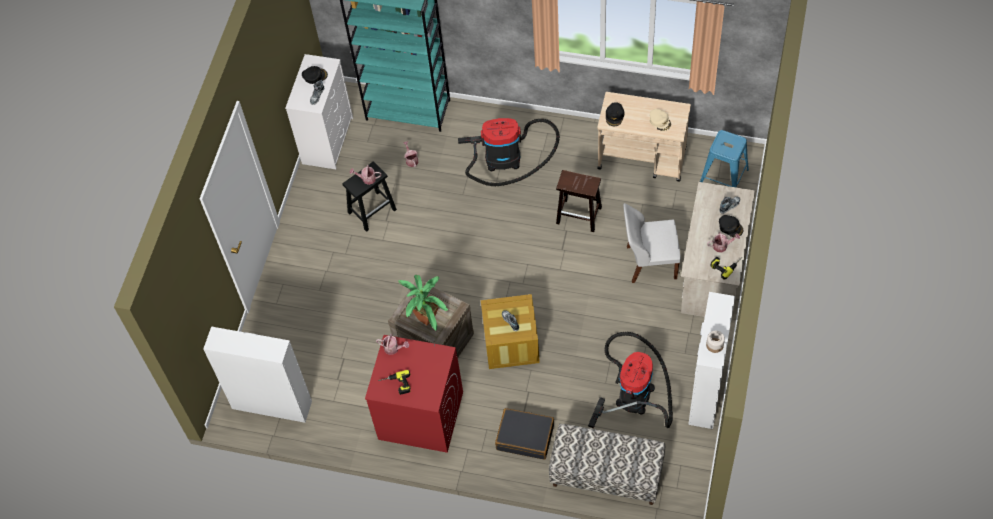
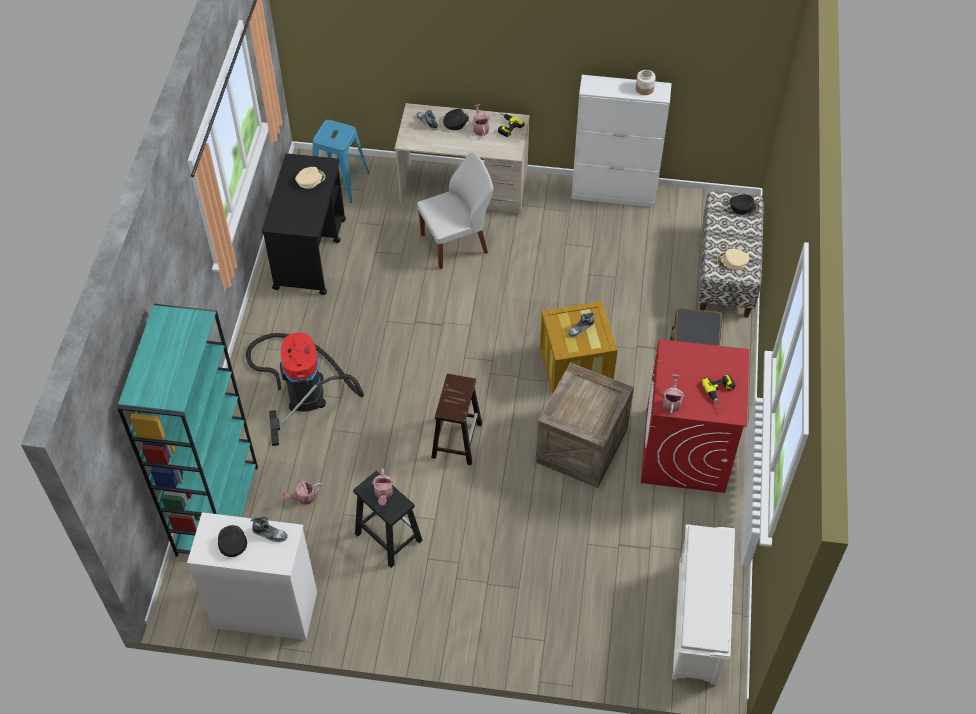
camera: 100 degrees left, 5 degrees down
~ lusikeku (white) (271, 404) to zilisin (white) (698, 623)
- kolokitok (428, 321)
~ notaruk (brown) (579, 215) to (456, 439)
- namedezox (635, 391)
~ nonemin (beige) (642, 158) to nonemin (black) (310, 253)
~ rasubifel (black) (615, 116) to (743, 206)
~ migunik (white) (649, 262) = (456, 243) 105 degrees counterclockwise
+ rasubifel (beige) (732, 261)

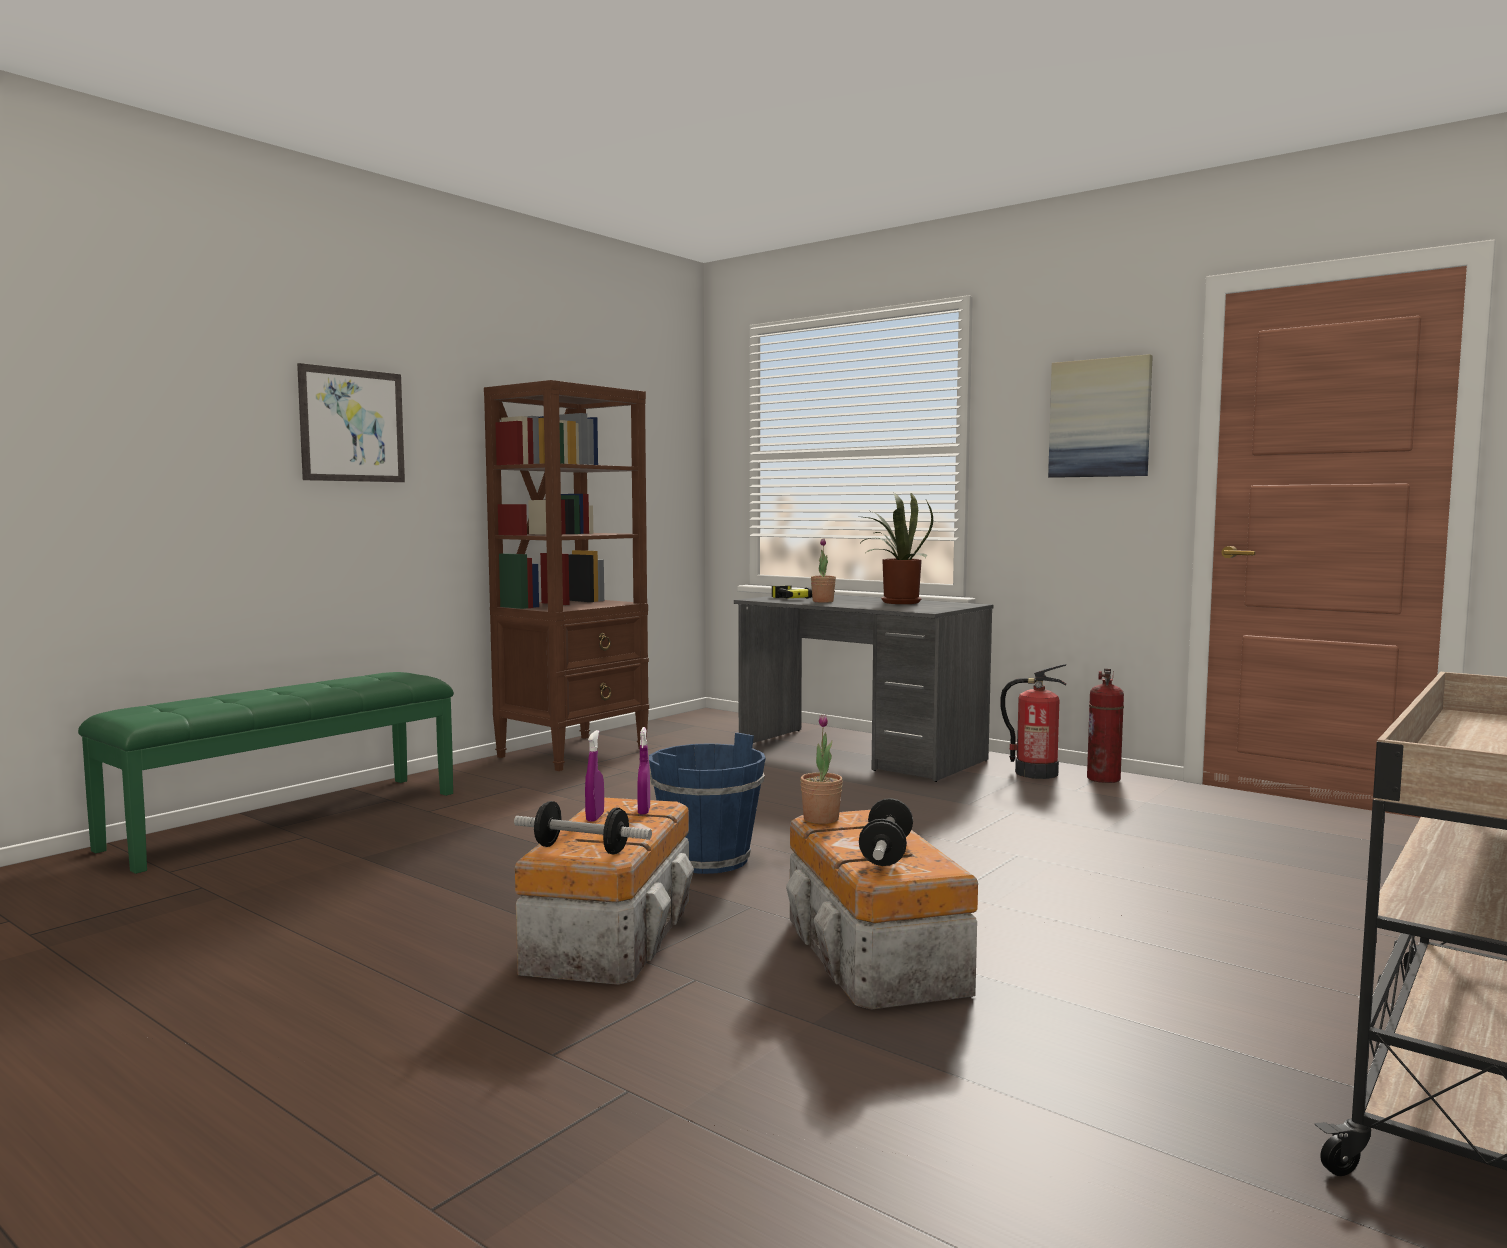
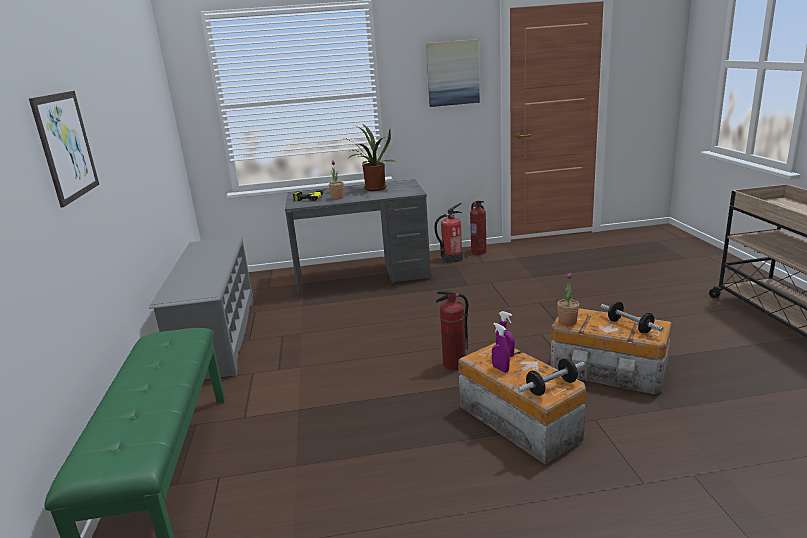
camera: 45 degrees left, 15 degrees up
~ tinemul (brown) (574, 752) to zilisin (grey) (218, 338)
~ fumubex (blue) (707, 859) to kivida (454, 364)

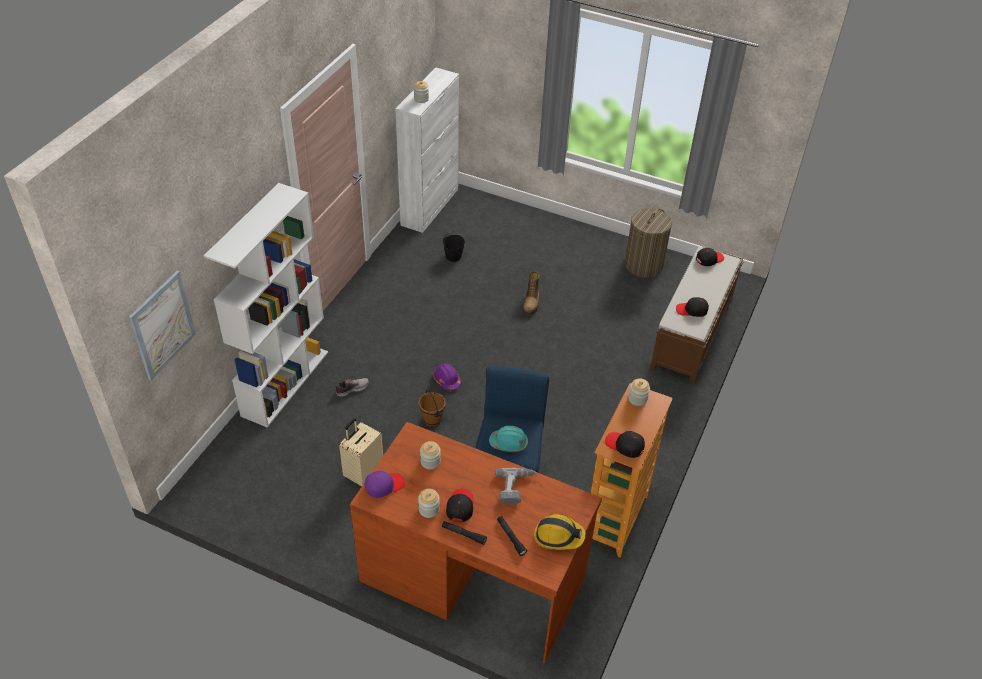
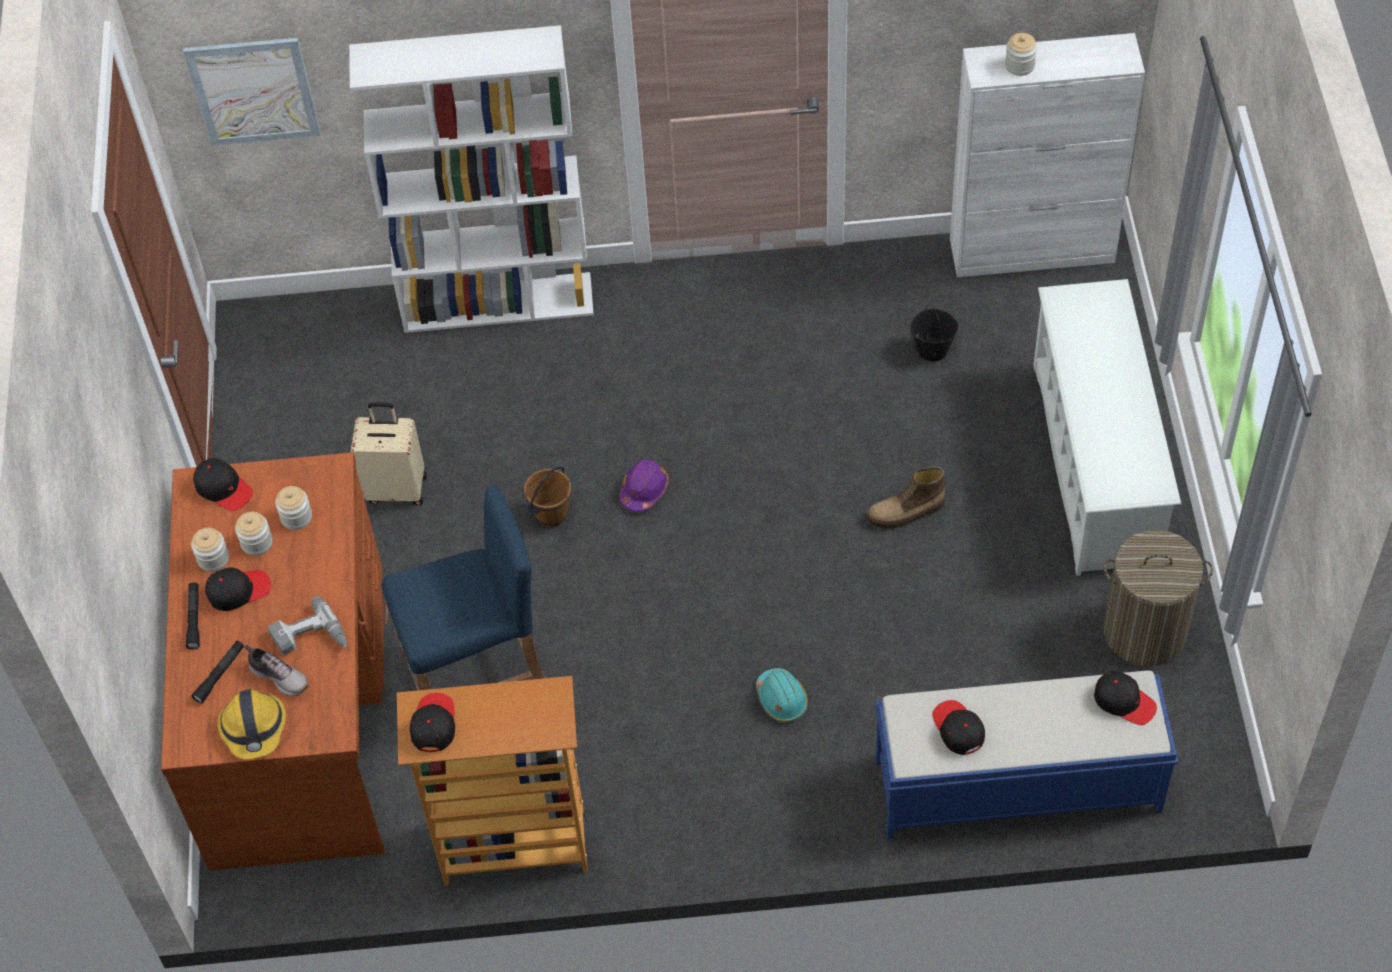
camera: 65 degrees right, 10 degrees up
~ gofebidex (352, 389) to (279, 676)
~ rasubifel (purple) (384, 485) to rasubifel (black) (223, 488)
~ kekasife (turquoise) (509, 443) to (781, 699)
~ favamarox (637, 399) to (257, 542)
~ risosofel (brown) (691, 334) to risosofel (blue) (1015, 784)
+ zilisin (white) (1095, 463)

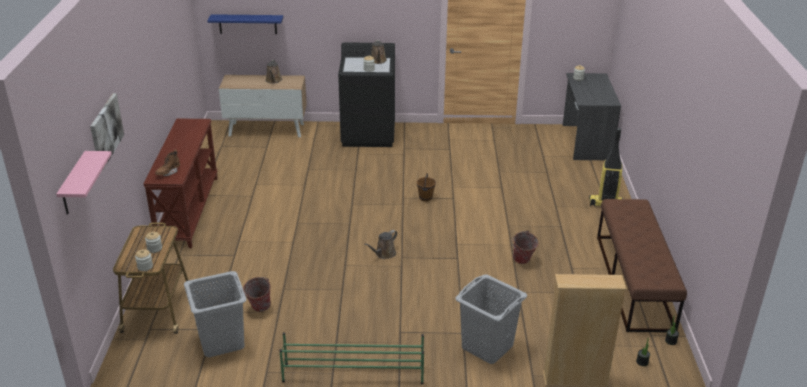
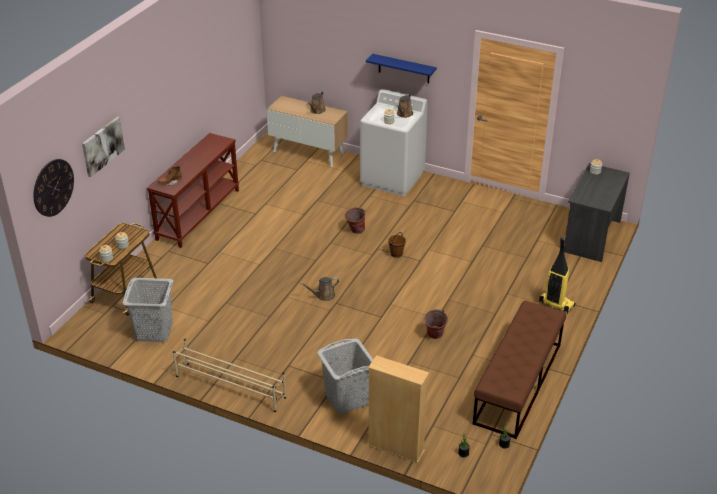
camera: 25 degrees right, 5 degrees up
~ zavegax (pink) (73, 184) to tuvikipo (53, 187)
~ zavegax (blue) (247, 24) to (404, 69)
~ fumubex (258, 309) to (355, 231)
~ zilisin (green) (352, 373) to zilisin (beige) (230, 386)
~ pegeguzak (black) (368, 134) to pegeguzak (white) (393, 178)

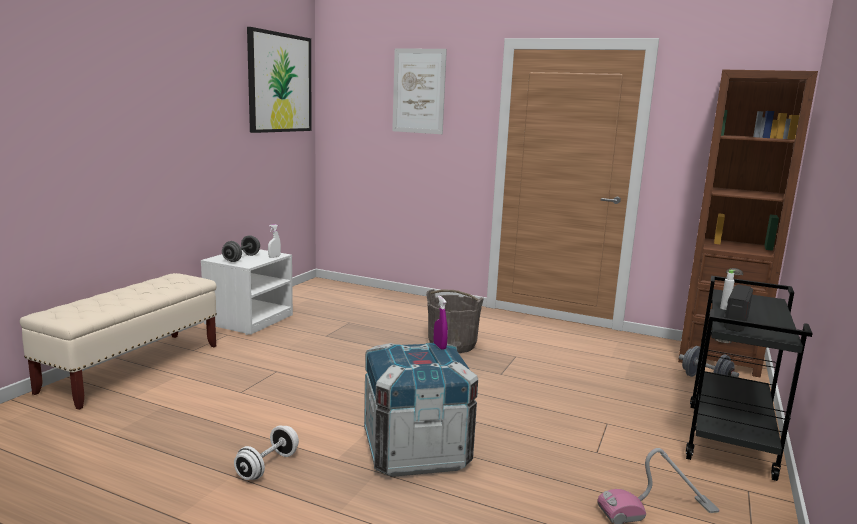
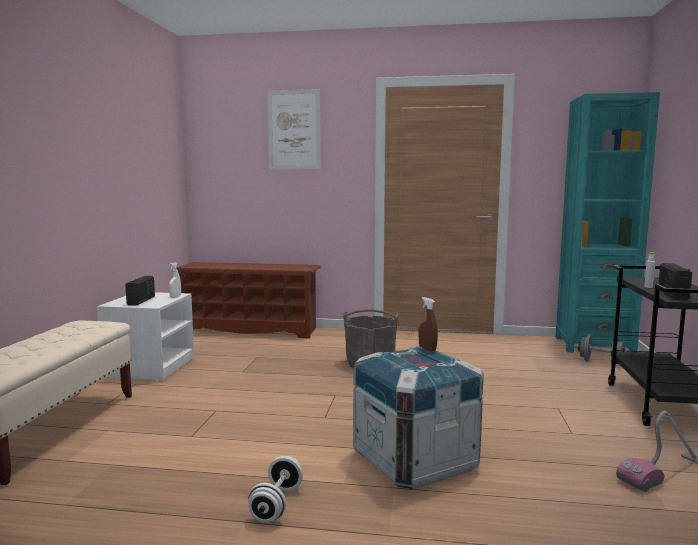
camera: 15 degrees left, 5 degrees down
~ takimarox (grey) (241, 258) to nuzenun (141, 301)
- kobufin (280, 83)
~ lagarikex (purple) (439, 346) to lagarikex (brown) (427, 349)
~ tinemul (brown) (718, 358) to tinemul (turquoise) (593, 345)
+ zilisin (brown) (250, 330)

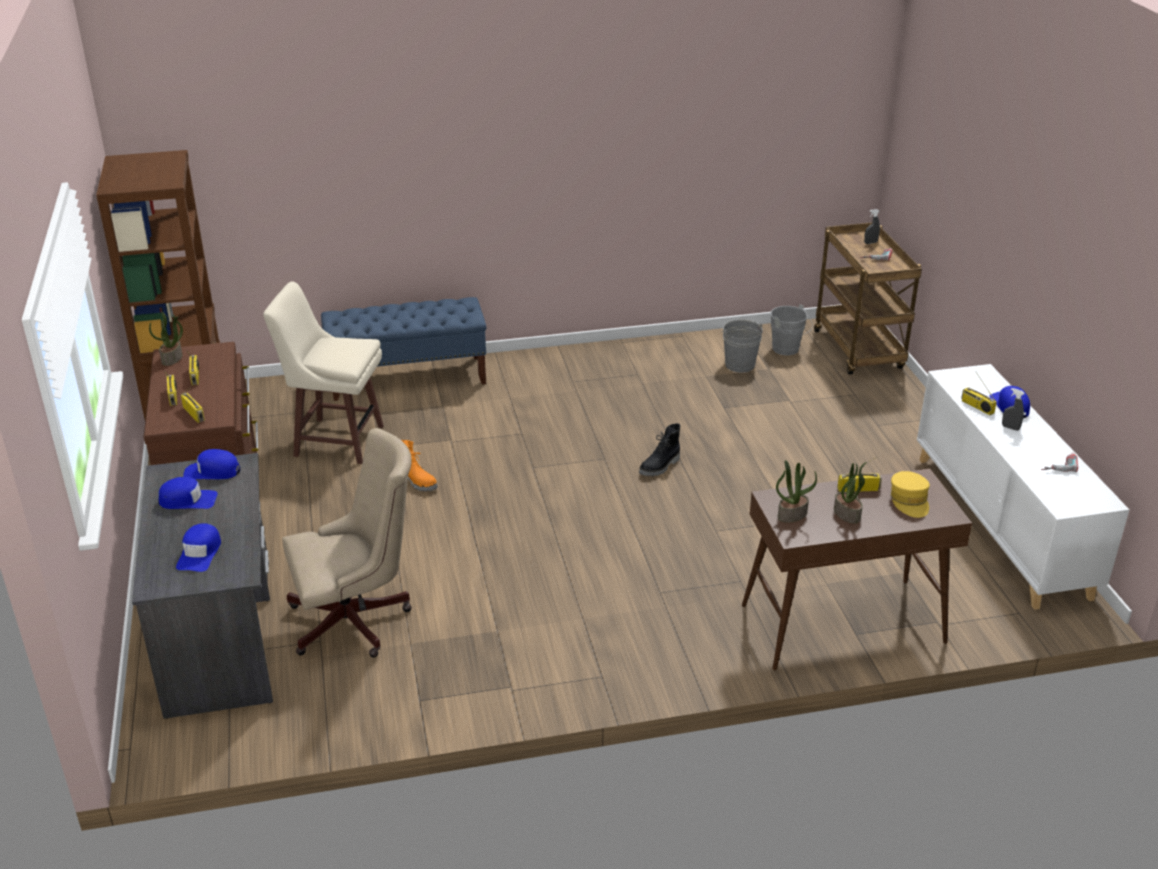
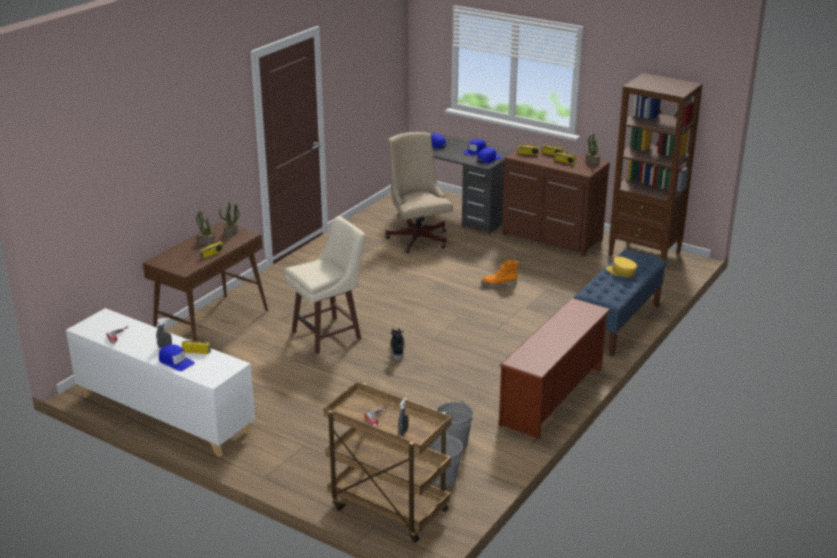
camera: 135 degrees right, 5 degrees down
~ notaruk (beige) (336, 440) to (328, 335)
~ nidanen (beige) (357, 620) = (417, 237) 135 degrees clockwise
~ rasubifel (yellow) (909, 501) to (621, 272)
+ zilisin (brown) (553, 397)

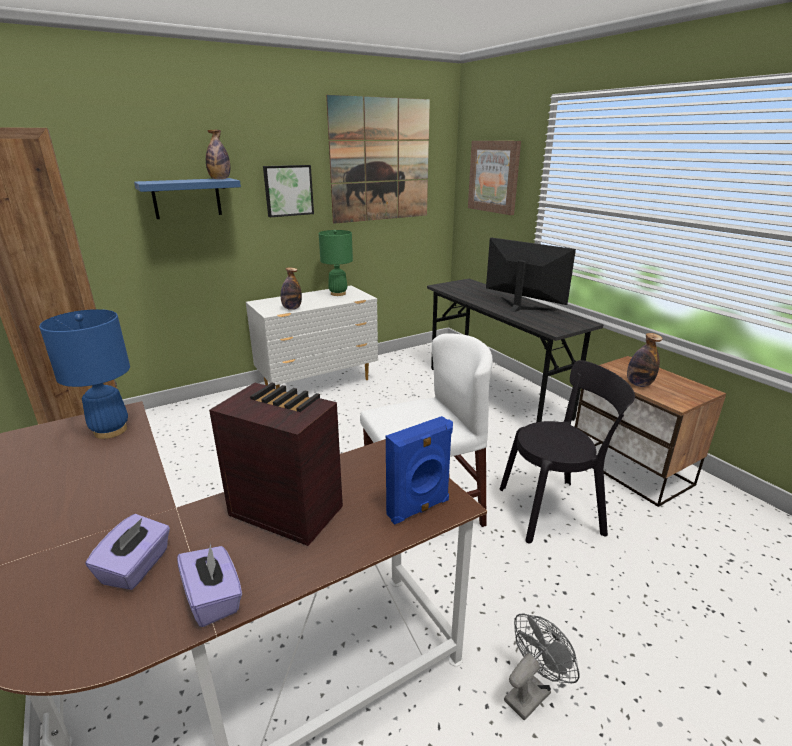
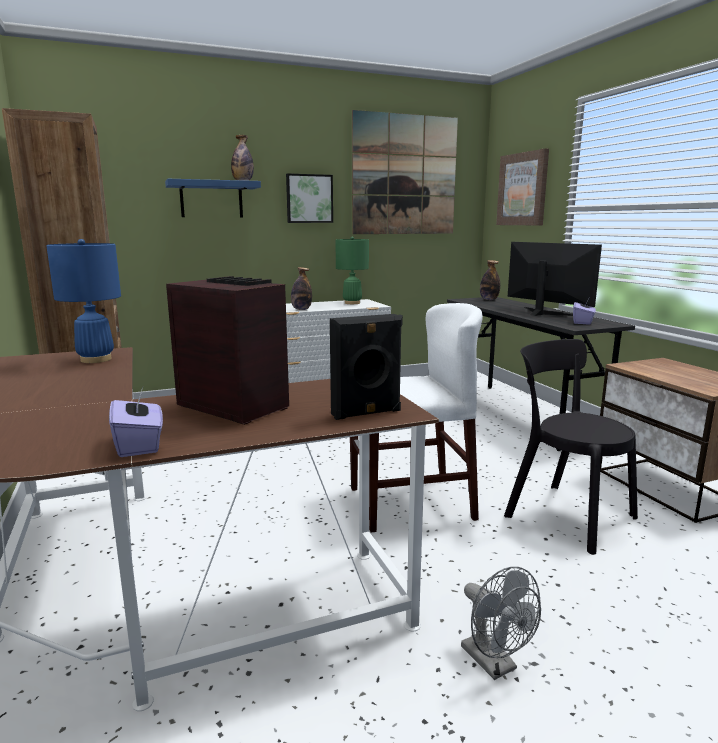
camera: 10 degrees right, 10 degrees down
~ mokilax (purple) (137, 567) to (582, 322)
~ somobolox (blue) (419, 509) to somobolox (black) (367, 413)
~ migunik (black) (555, 510) = (564, 514) 135 degrees counterclockwise
~ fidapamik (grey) (531, 691) = (495, 664) 90 degrees clockwise
~ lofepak (638, 384) to (489, 299)

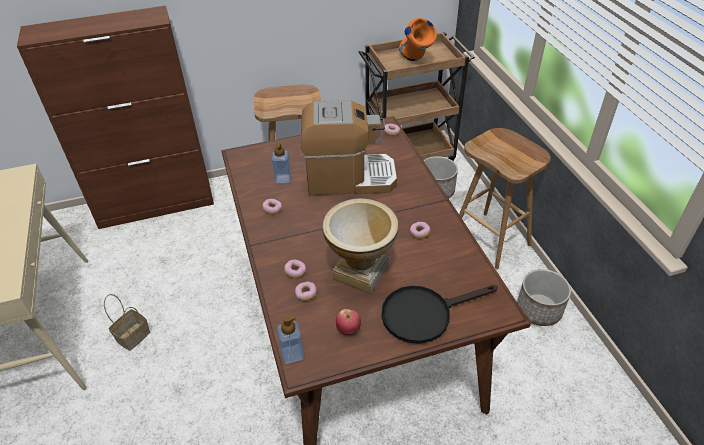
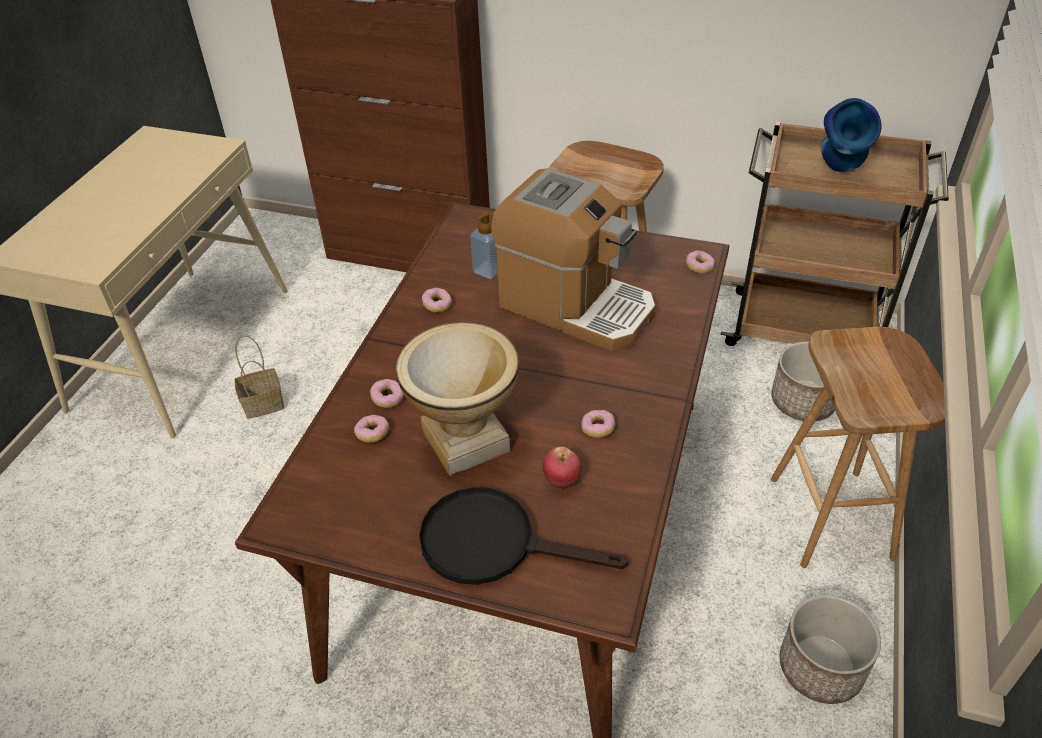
camera: 35 degrees right, 0 degrees up
- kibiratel (292, 354)
~ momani (348, 330) to (562, 481)
~ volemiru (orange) (415, 62) to volemiru (blue) (839, 174)

